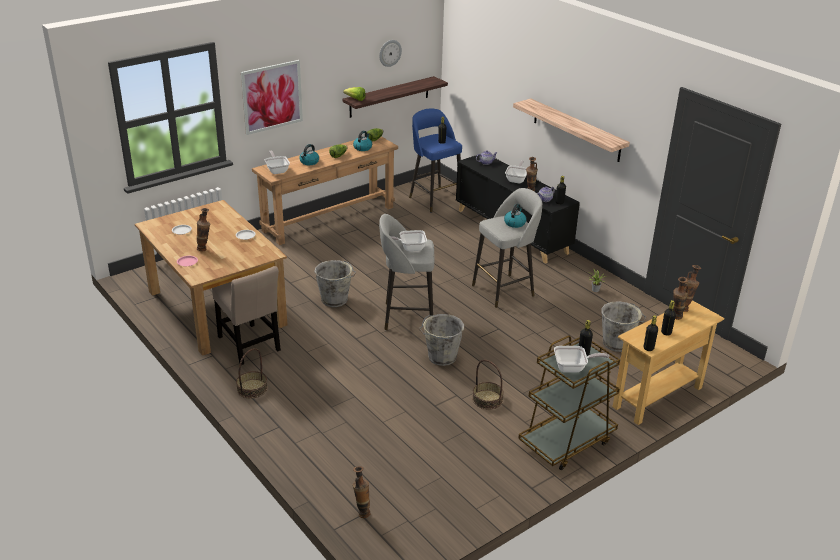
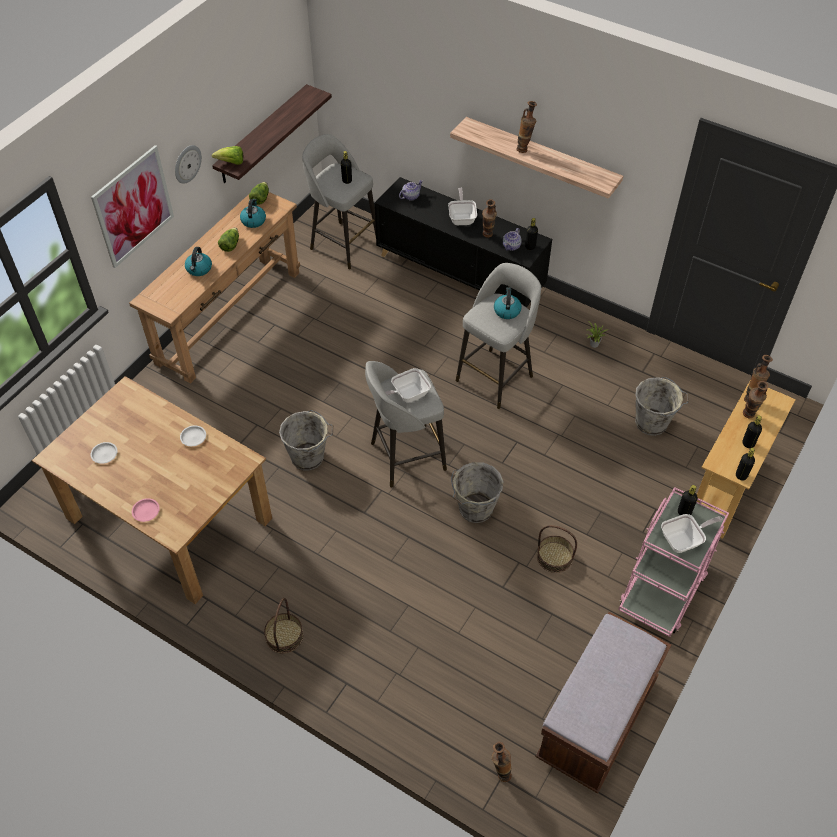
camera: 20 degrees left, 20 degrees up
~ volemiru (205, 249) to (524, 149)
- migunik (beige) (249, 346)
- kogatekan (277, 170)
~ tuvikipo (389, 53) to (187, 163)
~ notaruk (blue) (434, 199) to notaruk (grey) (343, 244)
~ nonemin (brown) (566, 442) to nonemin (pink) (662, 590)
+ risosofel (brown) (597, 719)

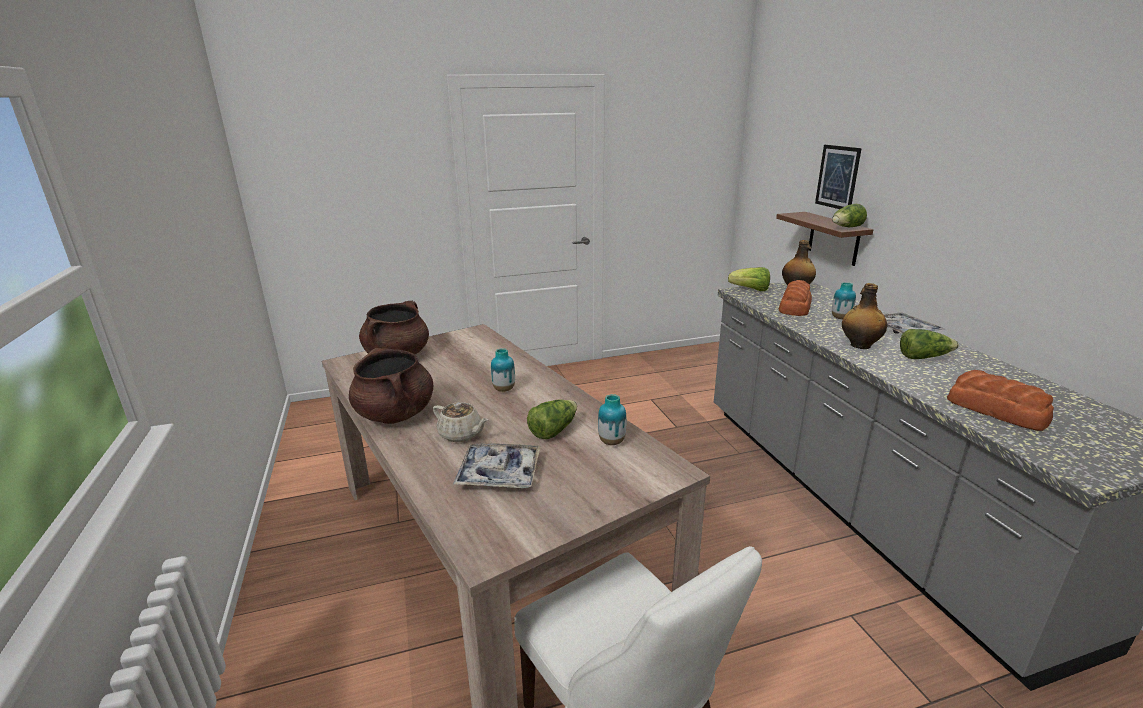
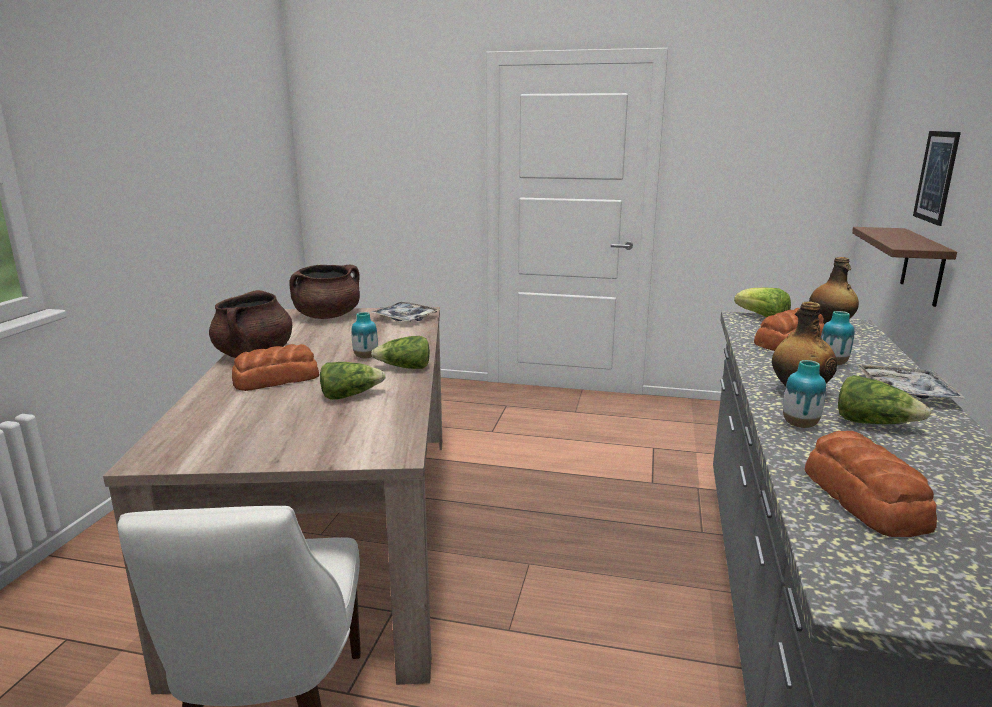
camera: 30 degrees right, 5 degrees down
~ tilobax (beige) (461, 434) to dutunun (275, 379)
~ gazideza (499, 473) to (405, 318)
~ volemiru (611, 442) to (799, 425)
~ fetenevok (846, 228) to (404, 368)

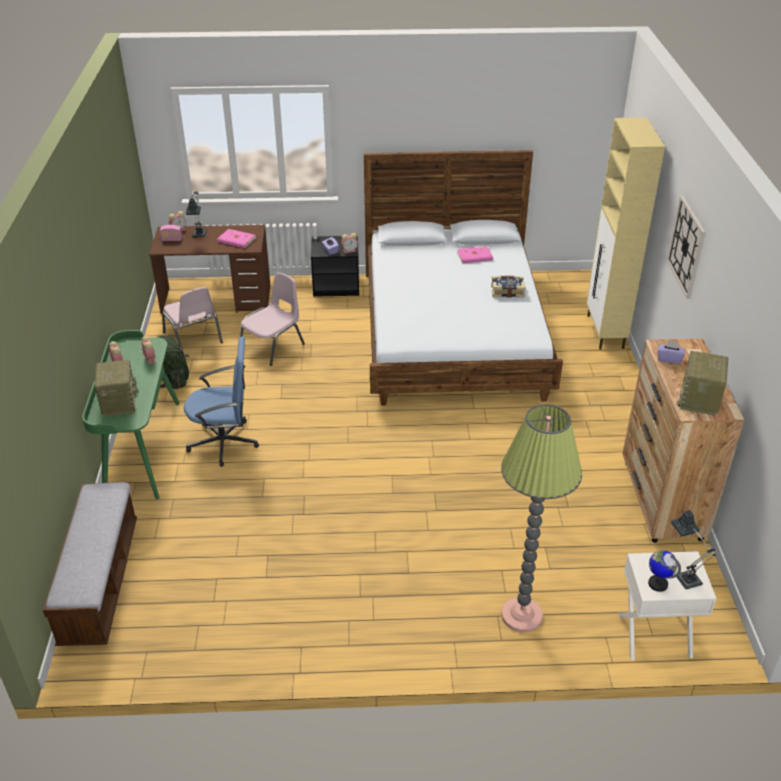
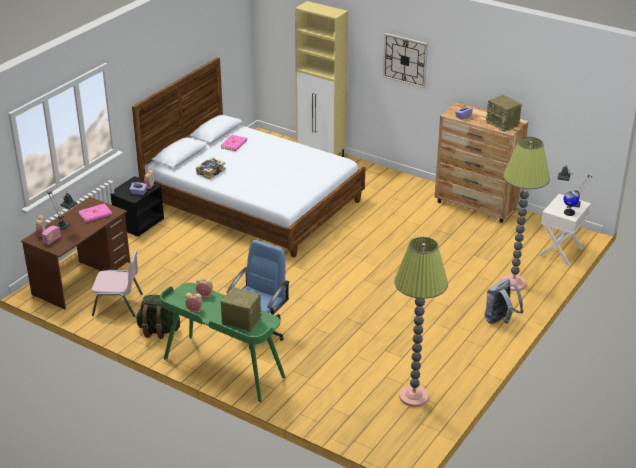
camera: 55 degrees left, 5 degrees down
- risosofel (100, 582)
- migunik (pink) (273, 346)
~ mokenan (507, 291) to (210, 172)
+ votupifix (413, 397)
+ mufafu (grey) (500, 320)

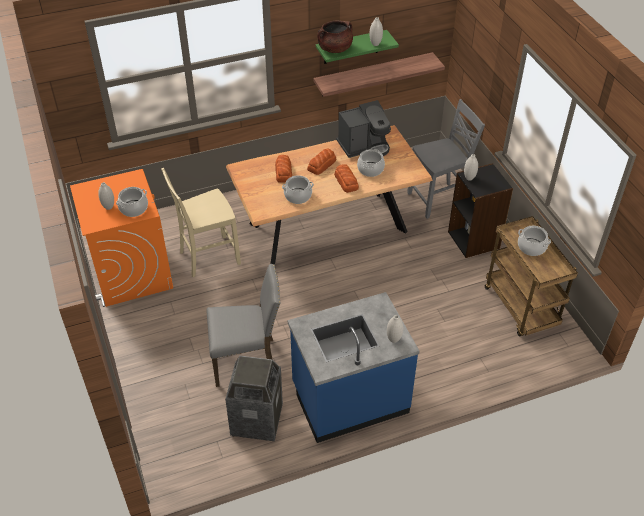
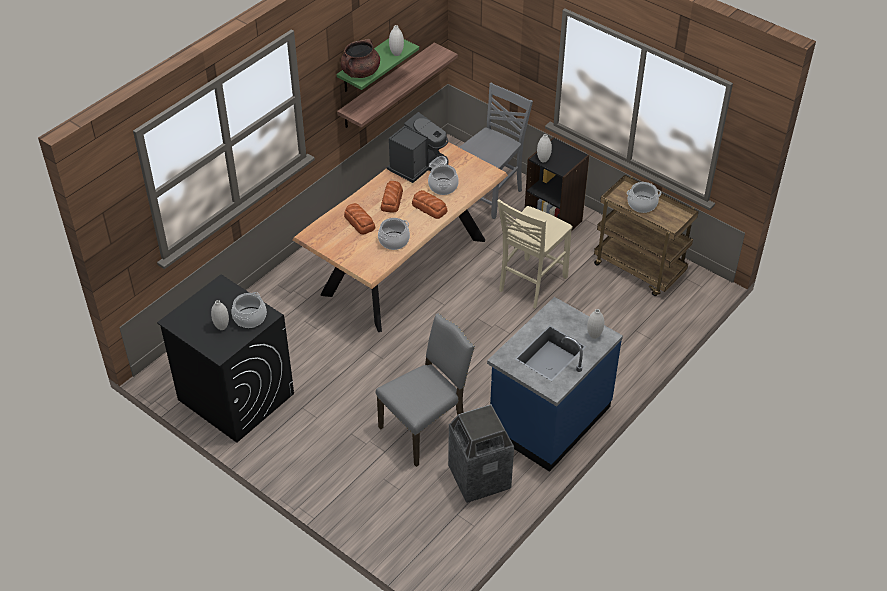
camera: 30 degrees left, 0 degrees up
~ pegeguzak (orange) (132, 272) to pegeguzak (black) (235, 396)
~ migunik (beige) (208, 257) to (530, 284)

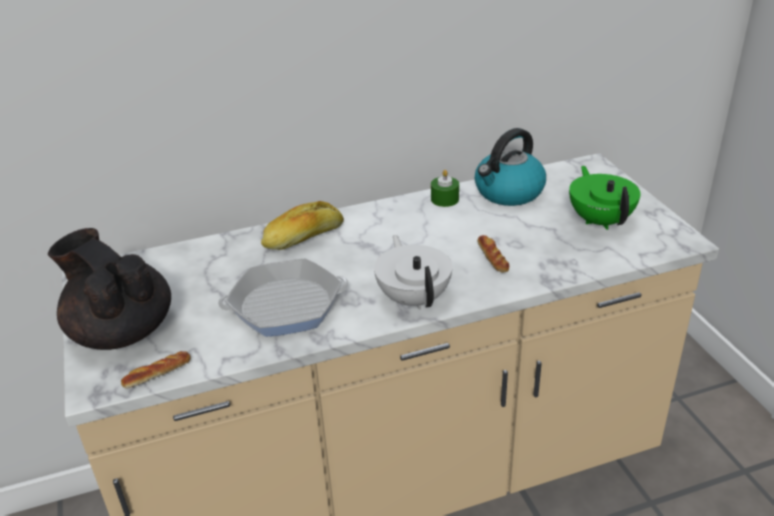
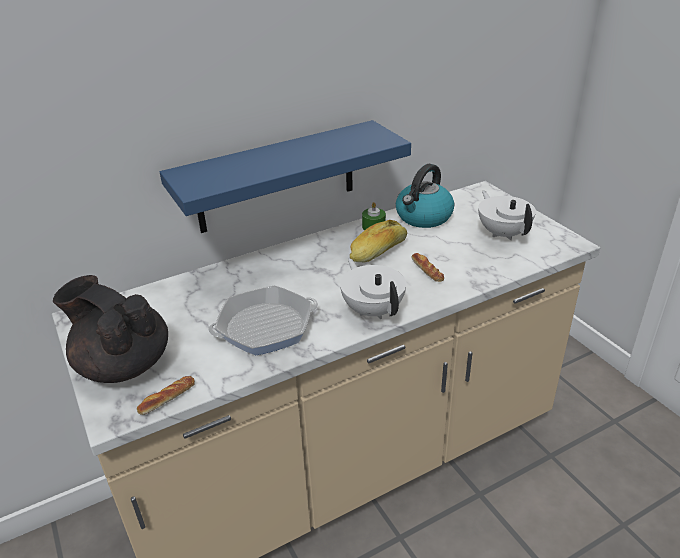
camera: 10 degrees left, 0 degrees up
~ dutunun (304, 238) to (378, 251)
~ tilobax (green) (600, 220) to tilobax (white) (503, 233)
+ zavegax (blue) (276, 177)

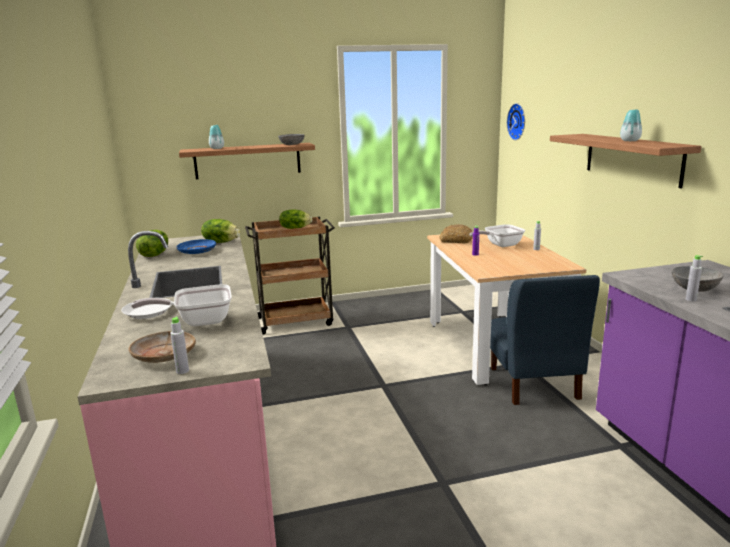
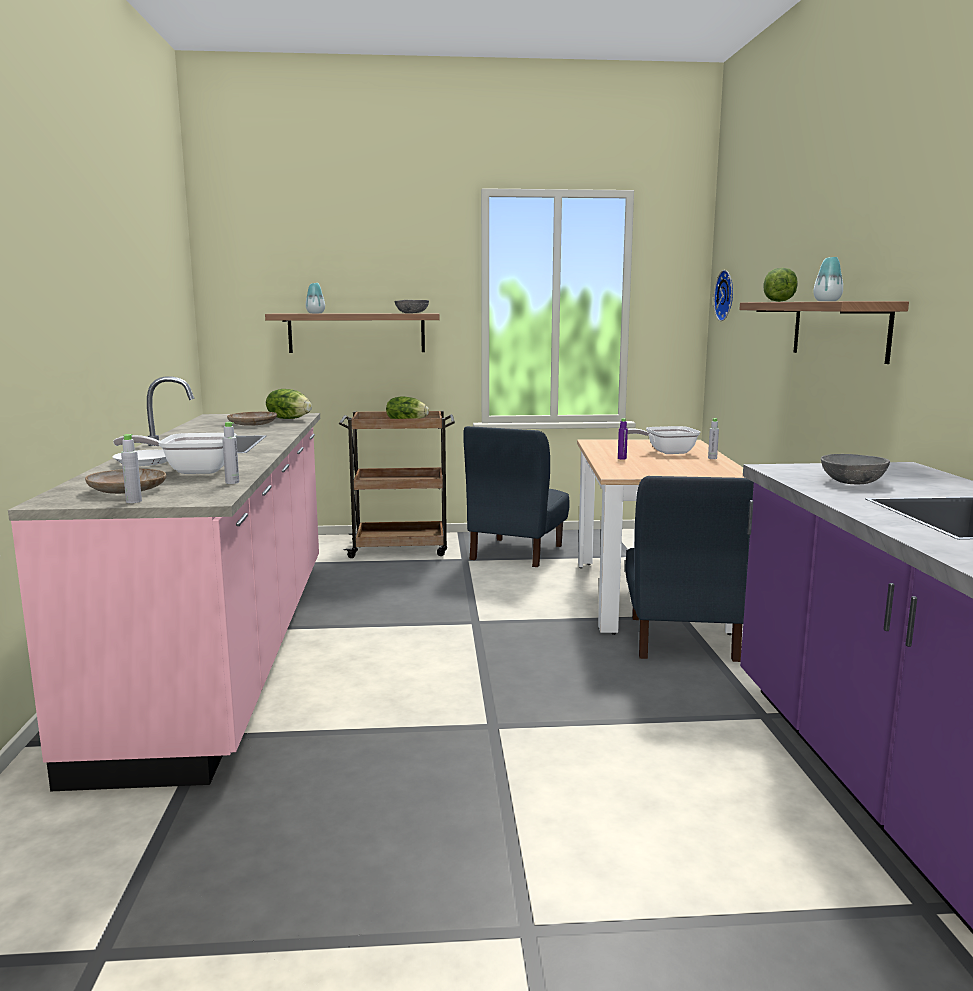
camera: 10 degrees right, 5 degrees down
~ fetenevok (154, 254) to (778, 301)
~ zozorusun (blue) (197, 251) to zozorusun (beige) (253, 424)
- dutunun (456, 240)
~ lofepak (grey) (691, 299) to (232, 482)
+ migunik (blue) (515, 552)

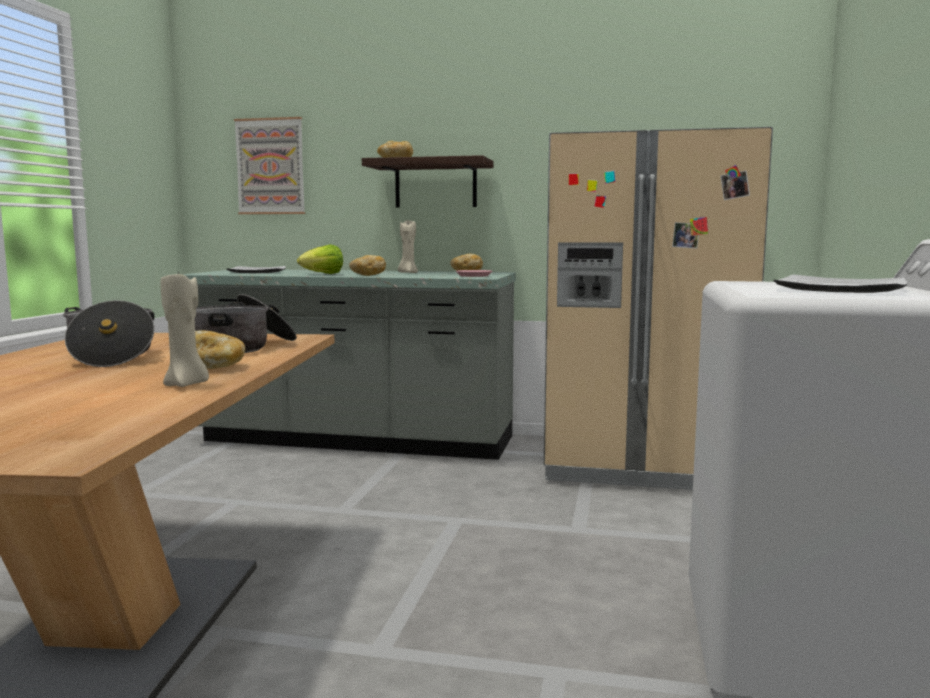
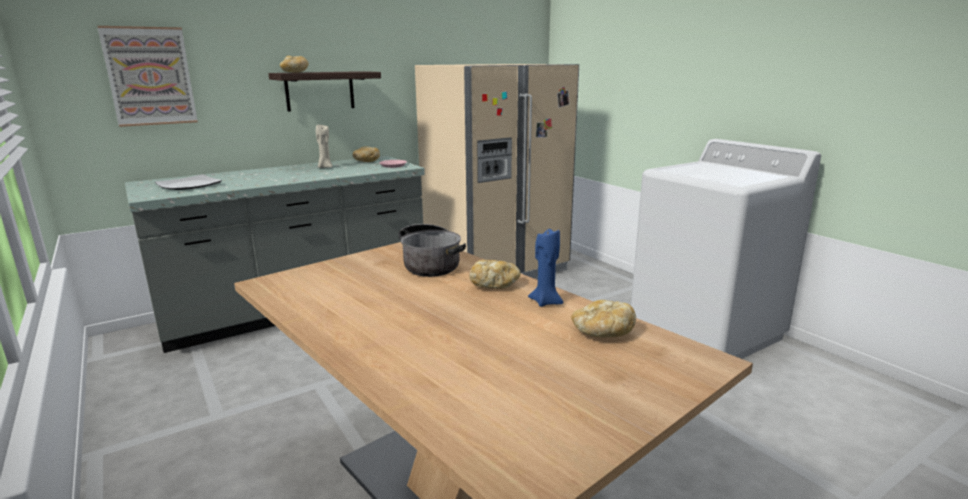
camera: 45 degrees left, 10 degrees up
- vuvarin (111, 356)
~ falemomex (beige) (186, 385) to falemomex (blue) (546, 302)
- fetenevok (322, 274)
~ dutunun (367, 275) to (602, 333)
- zozorusun (840, 289)

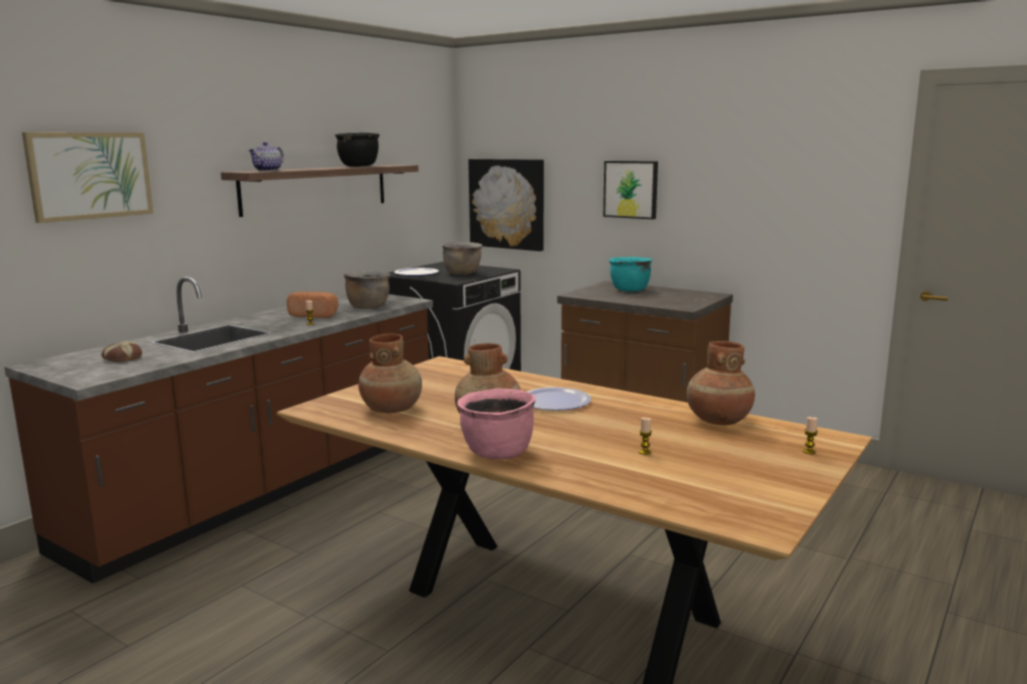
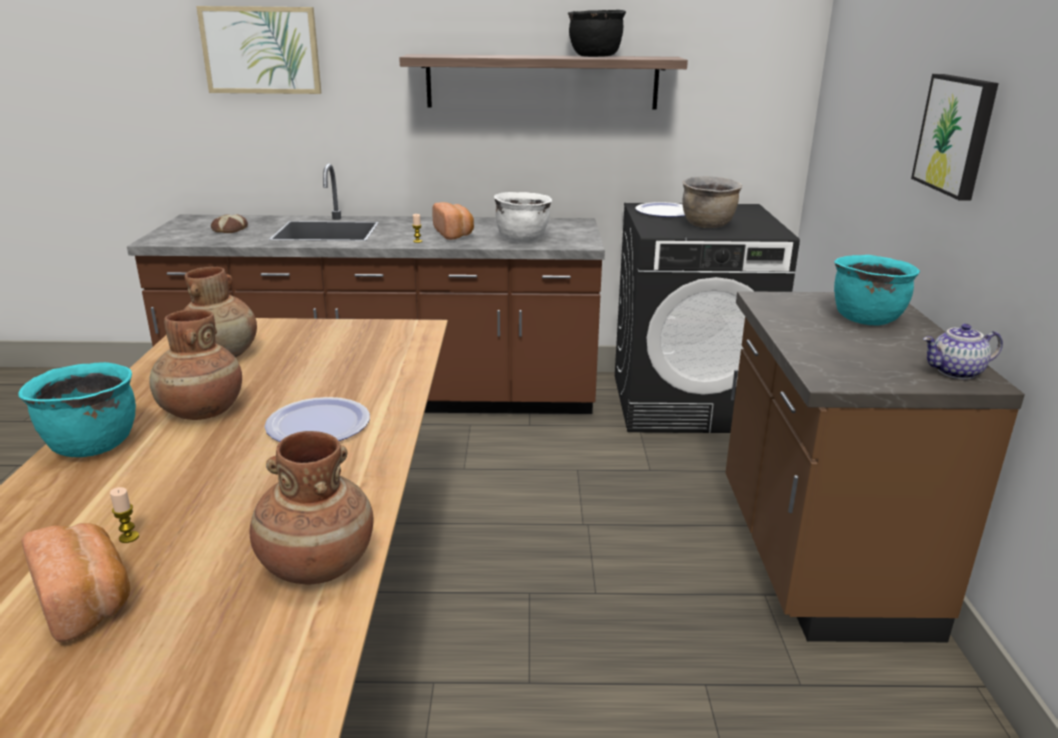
camera: 55 degrees right, 10 degrees up
~ tilobax (268, 170) to (956, 373)
~ vuvarin (brown) (368, 307) to vuvarin (white) (522, 239)
~ vuvarin (pink) (497, 453) to vuvarin (turquoise) (91, 445)
- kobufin (507, 204)
- falemomex (809, 452)
+ dutunun (86, 600)

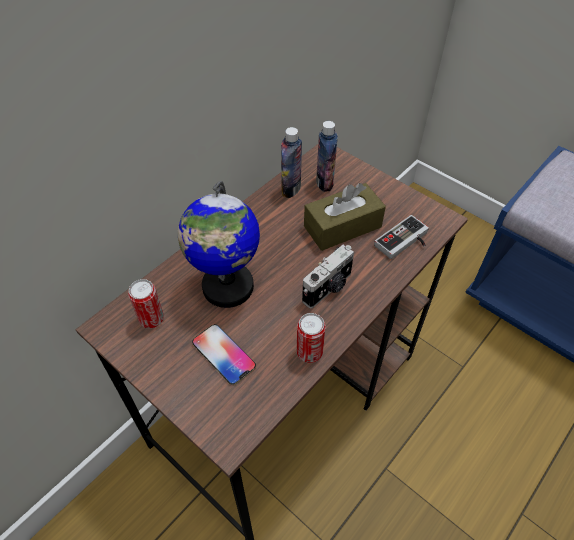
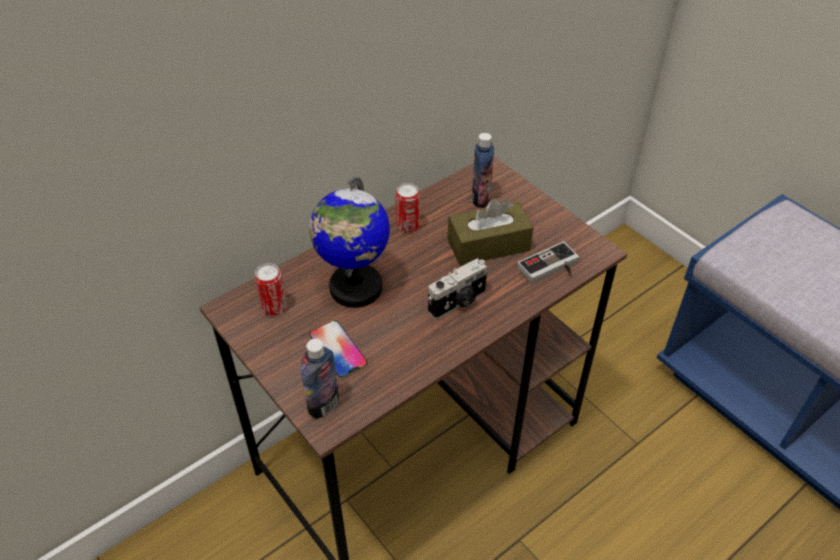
camera: 10 degrees right, 5 degrees down
~ lofepak (291, 189) to (323, 405)
~ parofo (309, 352) to (408, 226)

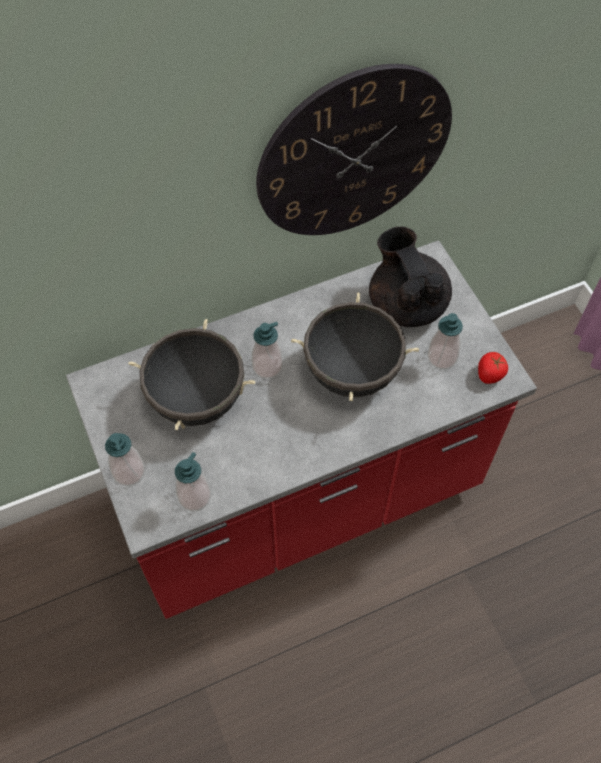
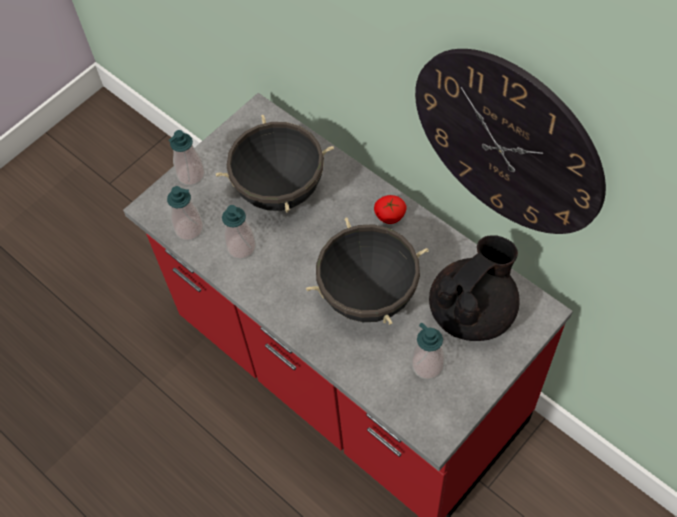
camera: 70 degrees right, 0 degrees up
~ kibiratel (267, 366) to (241, 247)
~ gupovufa (489, 375) to (389, 216)

